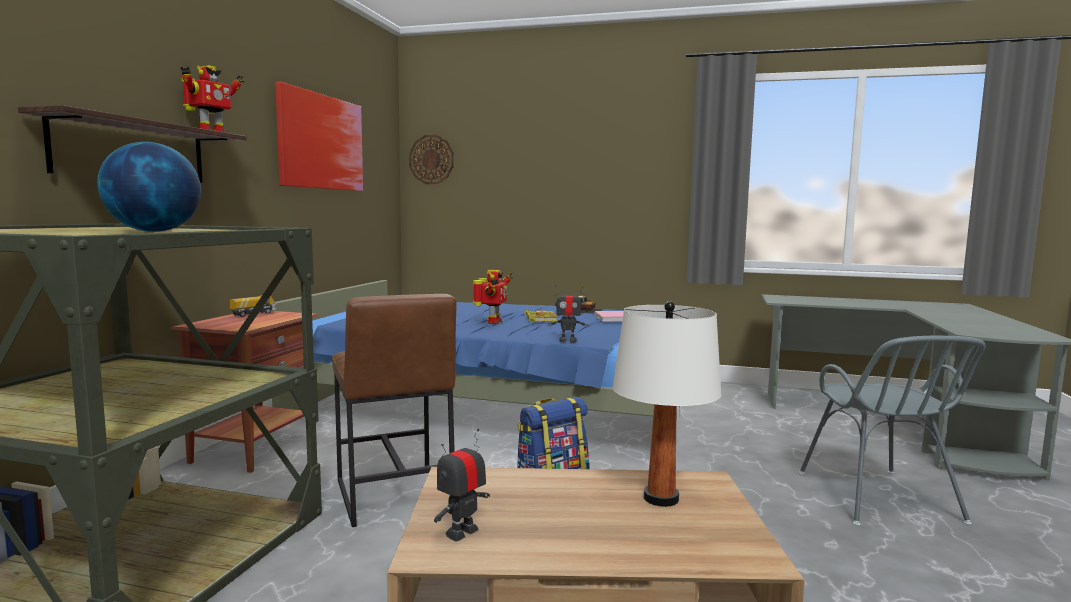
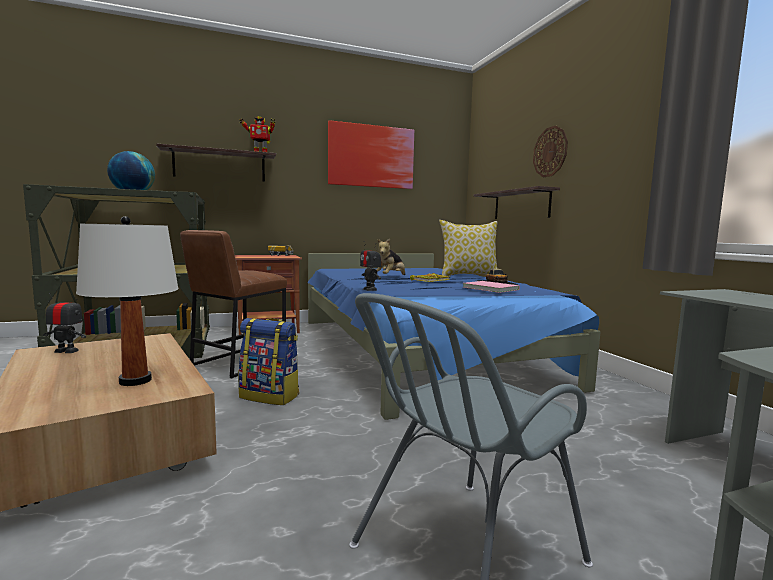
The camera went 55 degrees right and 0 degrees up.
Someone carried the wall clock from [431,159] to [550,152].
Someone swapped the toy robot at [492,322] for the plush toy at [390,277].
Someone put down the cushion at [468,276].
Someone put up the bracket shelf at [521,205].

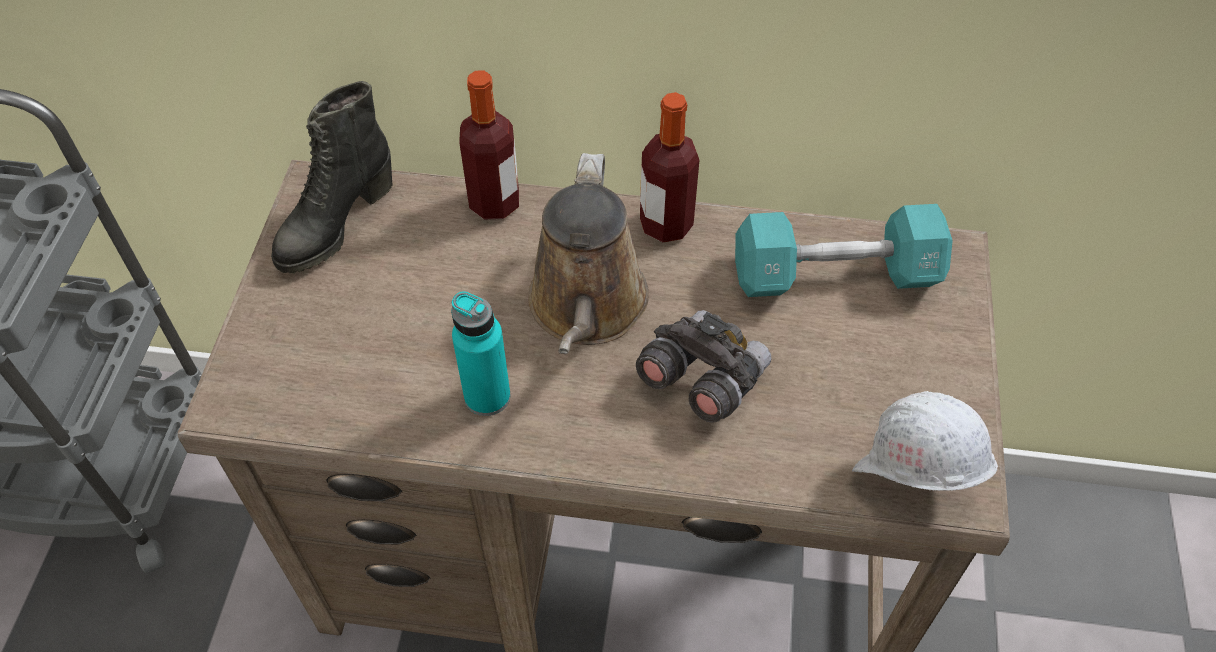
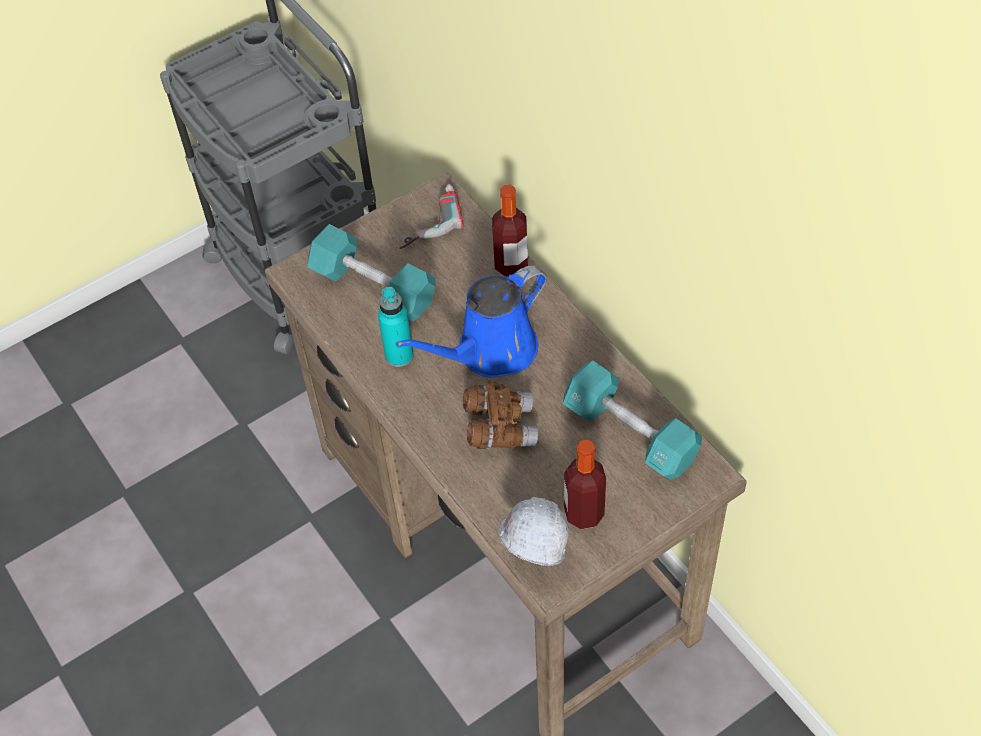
The camera went 50 degrees right and 0 degrees up.
Someone swapped the high-top boot (blackish) at [335,224] for the power drill at [428,220].
Someone repainted the watering can (brown-coloured) at [587,308], which became the watering can (blue) at [490,351].
Someone repainted the binoculars (grey) at [701,379], which became the binoculars (brown-coloured) at [499,427].
Someone carried the beverage bottle from [666,224] to [584,513].
Someone put down the dumbbell (turquoise-coloured) at [373,287].

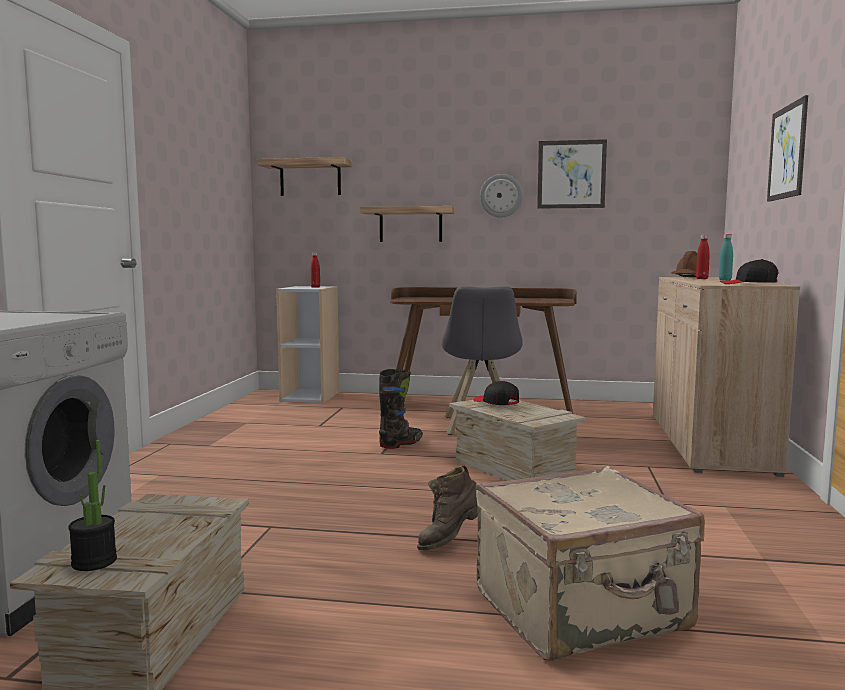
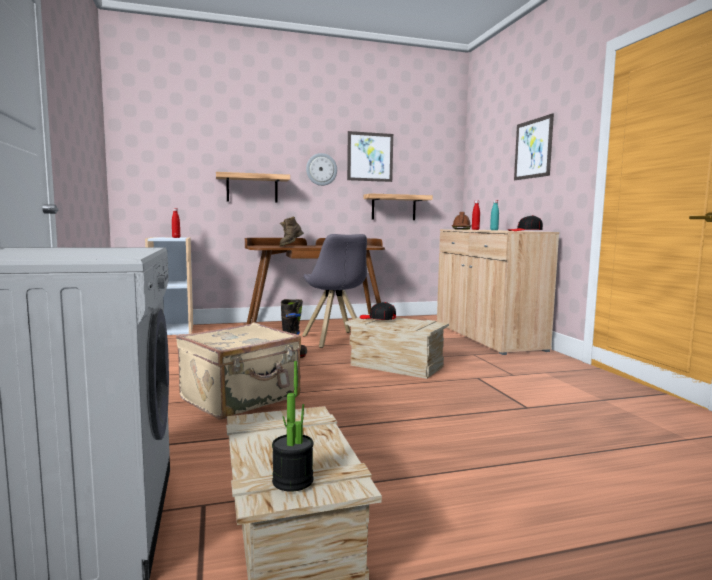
The camera went 25 degrees left and 0 degrees up.
Someone carried the bracket shelf from [310,178] to [393,207].
Someone carried the high-top boot (brown-coloured) from [451,541] to [290,246].
Someone carried the travel case (sand-coloured) from [583,612] to [242,398].

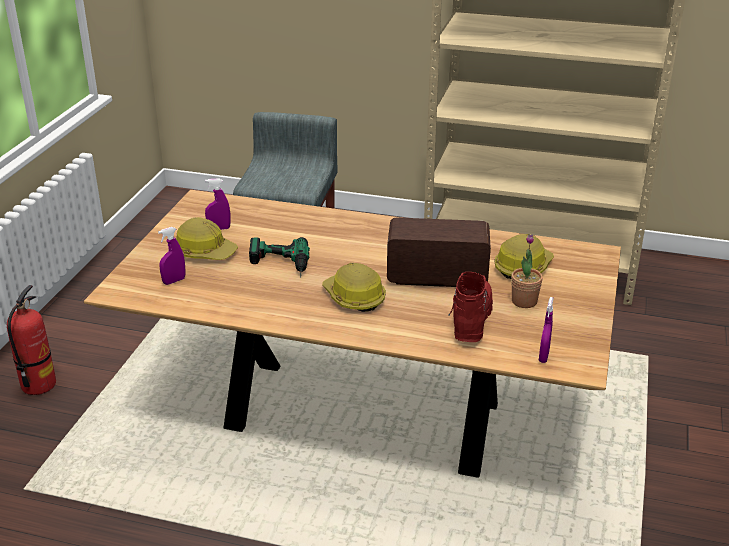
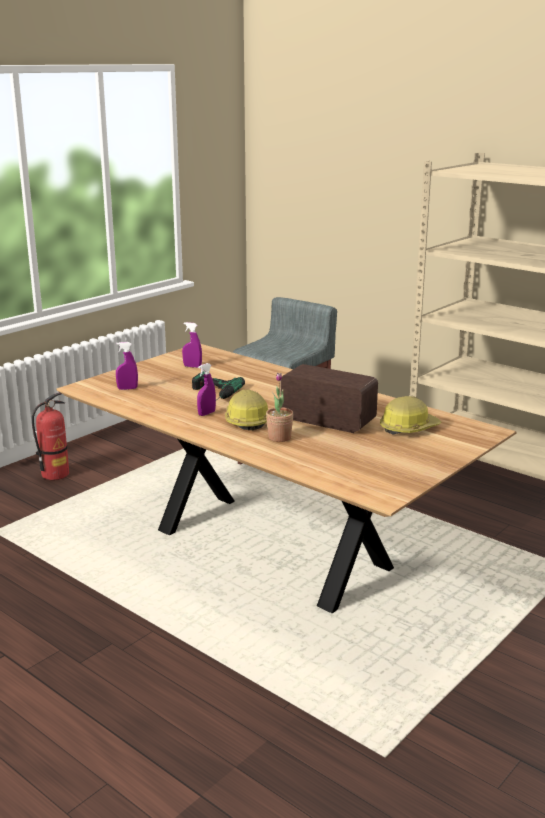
The camera went 25 degrees right and 10 degrees down.
Someone took away the work helmet at [204,252].
Someone took away the high-top boot (red) at [470,320].
Someone carried the plant in a pot from [524,301] to [279,437].
Someone carried the sprayer (purple) from [543,356] to [206,413].

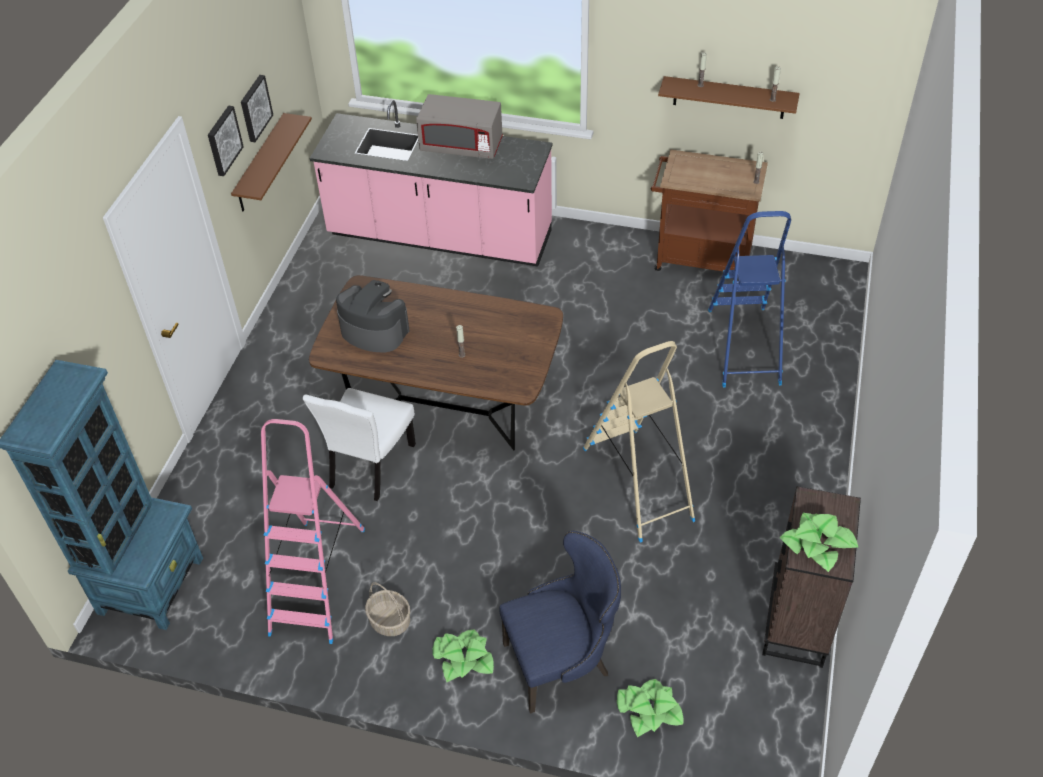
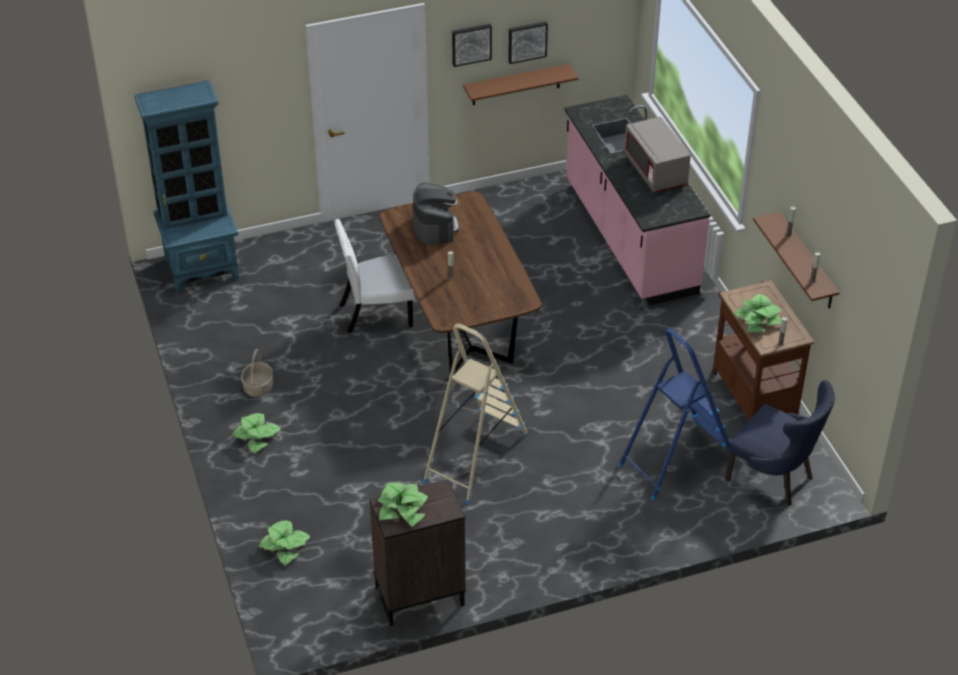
The camera went 55 degrees right and 5 degrees down.
Someone took away the stepladder (pink-coloured) at [318,581].
Someone carried the upright chair (blue) from [561,662] to [774,478].
Someone put down the plant in a pot at [758,320].

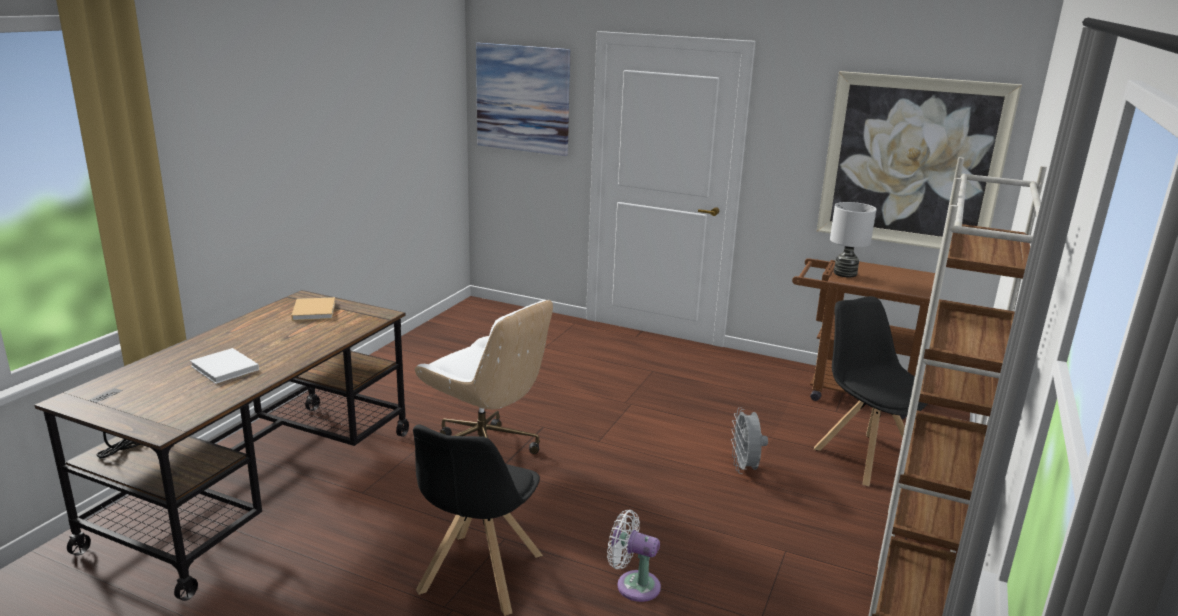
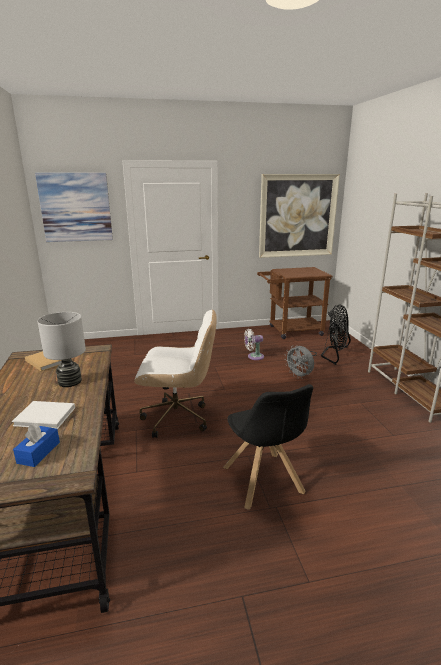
The camera went 35 degrees left and 0 degrees up.
Someone carried the fan (white-coloured) from [633,585] to [254,357].
Someone swapped the upright chair (blackish) at [863,456] for the fan (blackish) at [330,354].
Someone carried the lamp for a table (grey) from [845,274] to [69,382].
Someone put down the box of tissues (blue) at [39,452].

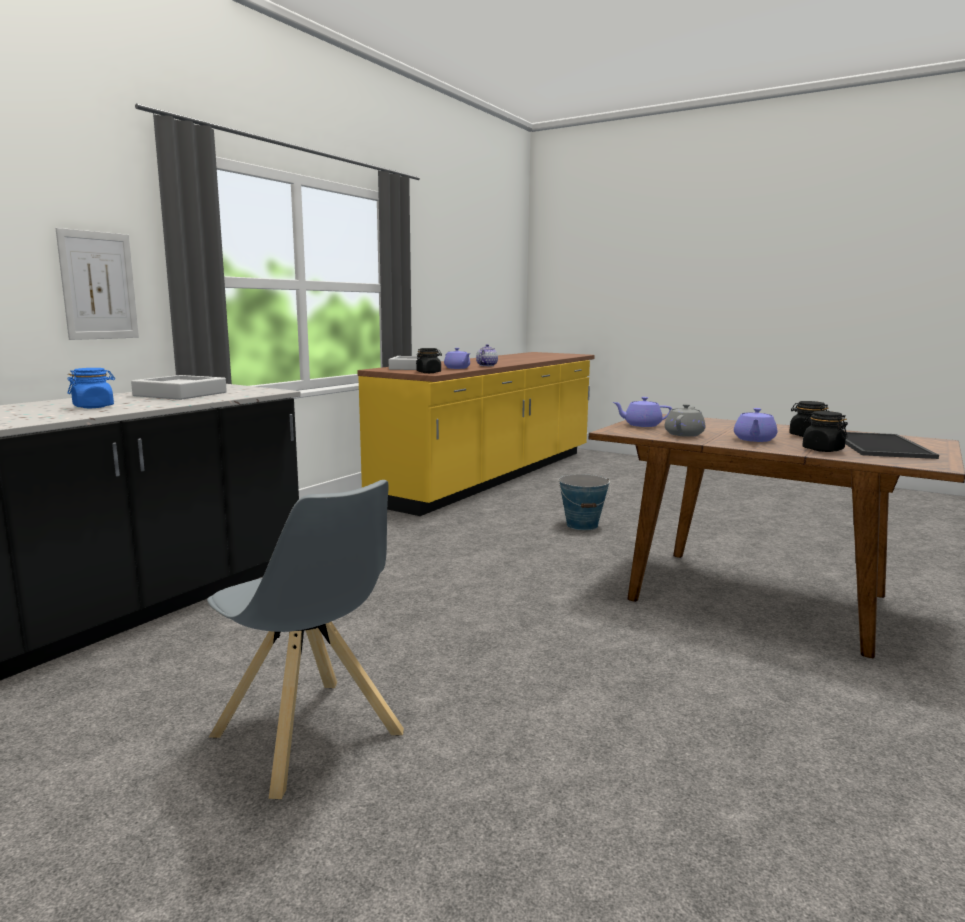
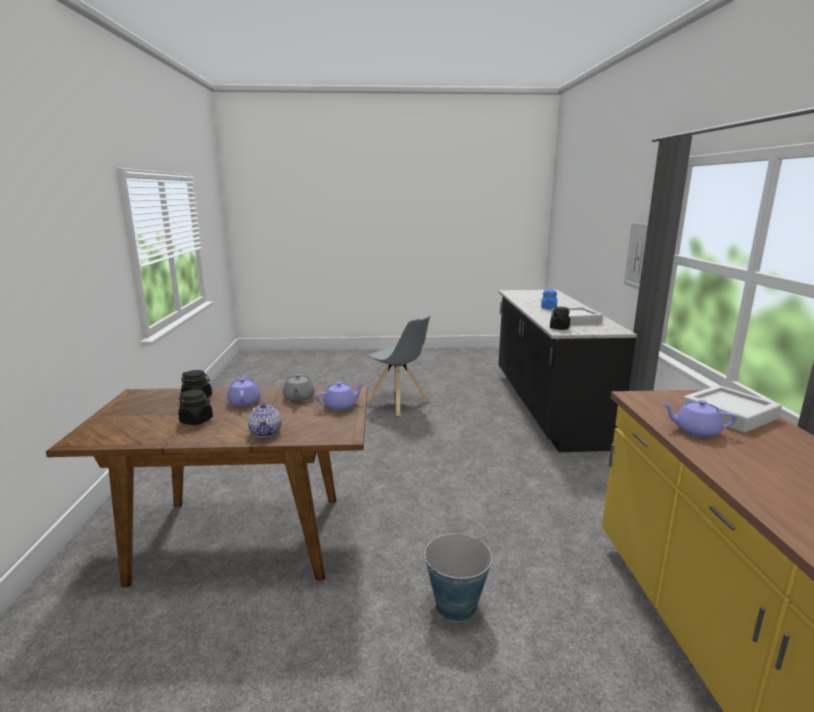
The camera went 145 degrees right and 5 degrees up.
Someone rotated the upright chair (grey) at [310,737] by 150 degrees counterclockwise.
Someone carried the jar (blackish) from [429,372] to [559,328].
Someone carried the teapot from [486,365] to [266,432].
Someone took away the carrying tray at [882,446].

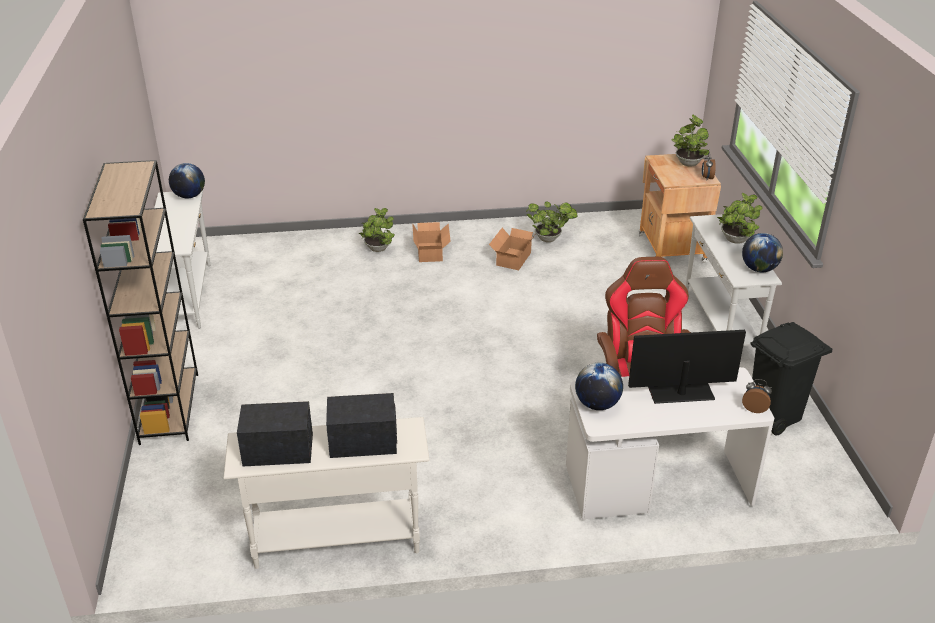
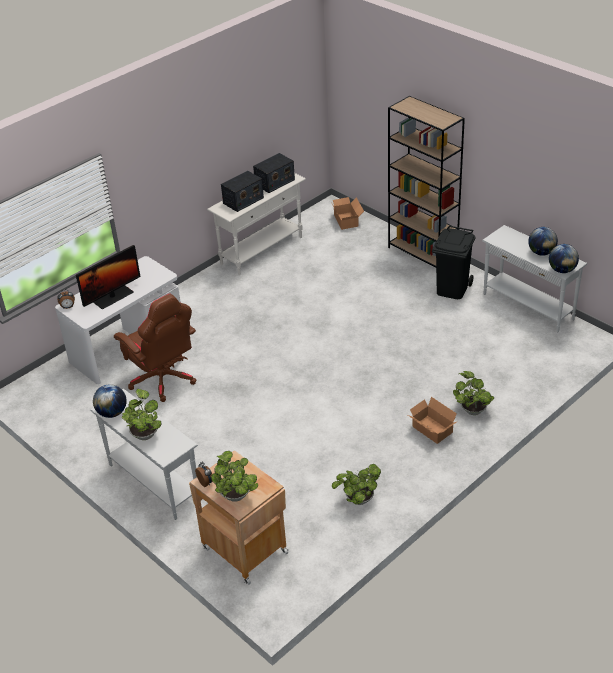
The camera went 145 degrees right and 5 degrees up.
Someone carried the carton from [511,259] to [347,220].
Someone carried the globe from [597,404] to [541,252].
Someone carried the trash can (blackish) from [775,414] to [451,289].

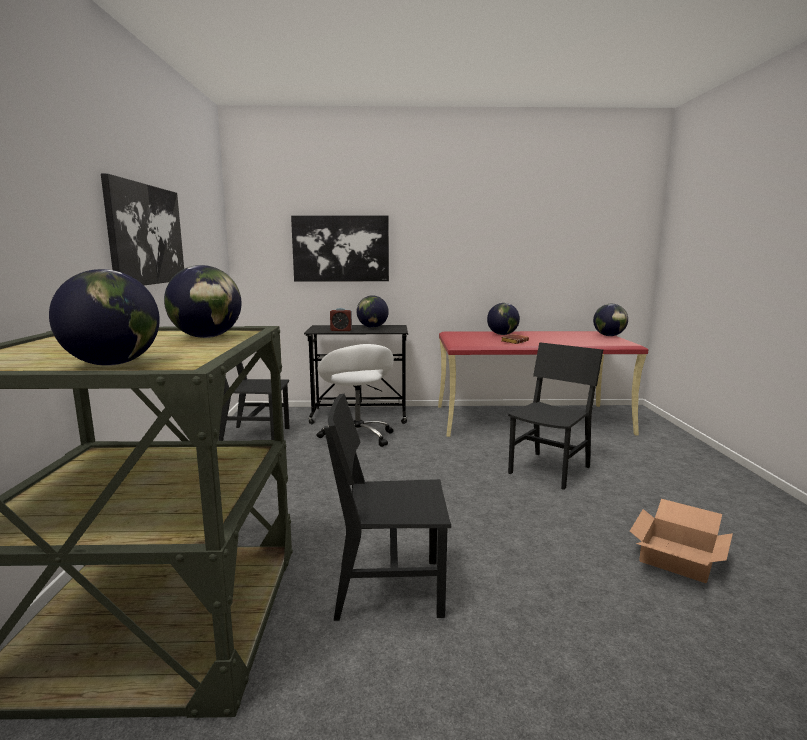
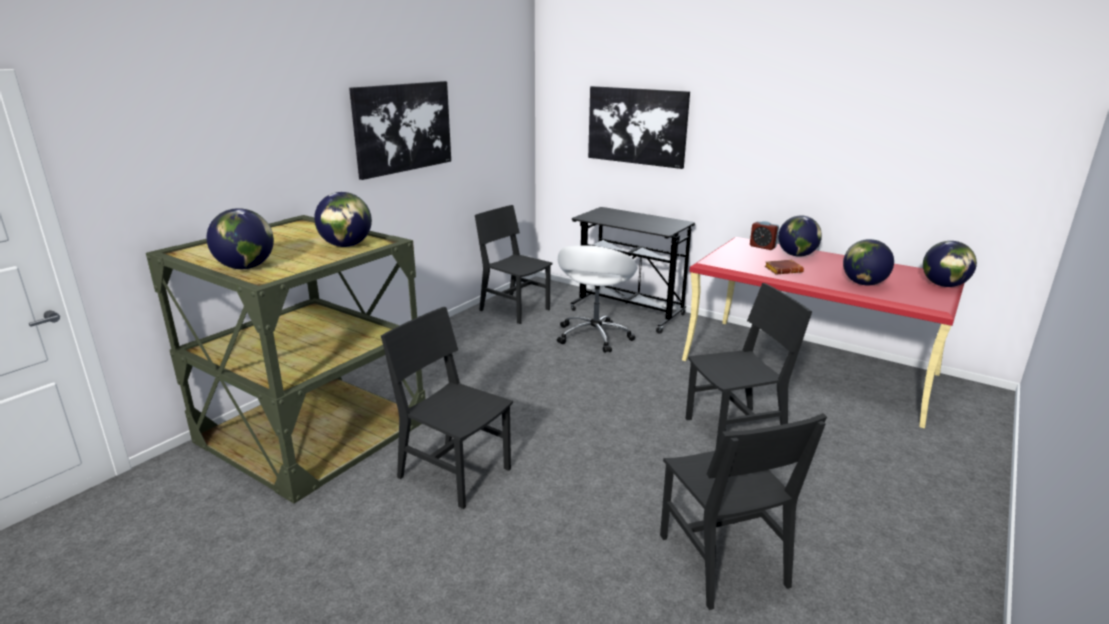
The camera went 35 degrees right and 10 degrees up.
Someone carried the bedside clock from [341,330] to [762,247].
Someone carried the globe from [372,327] to [863,283].
Someone swapped the carton at [678,558] for the upright chair (blackish) at [722,560].

